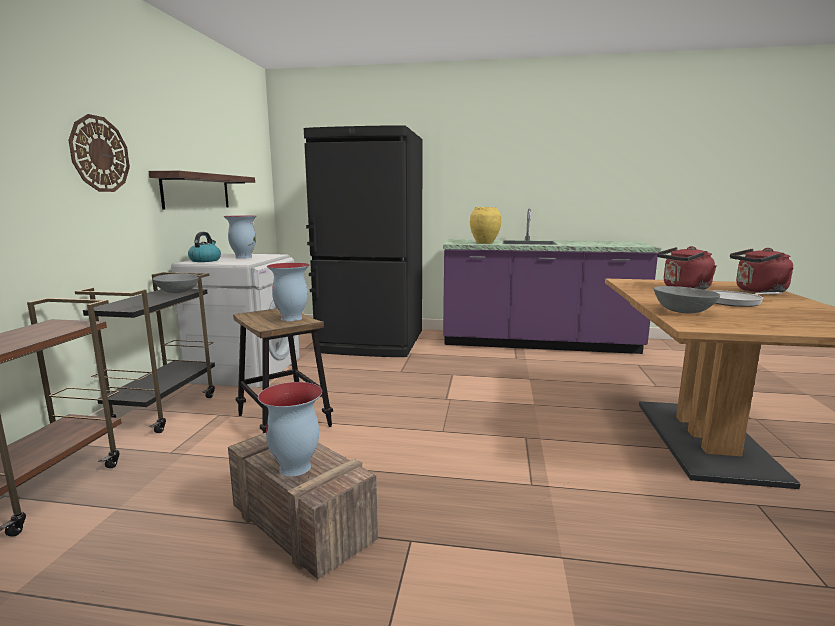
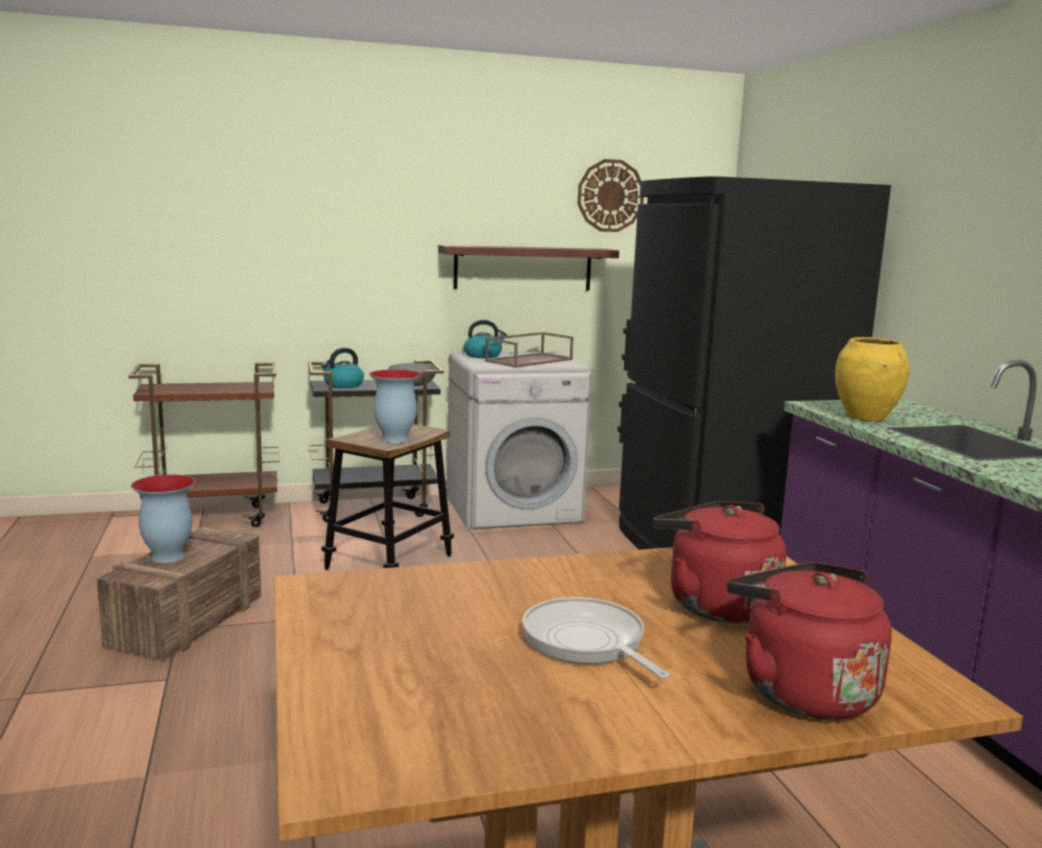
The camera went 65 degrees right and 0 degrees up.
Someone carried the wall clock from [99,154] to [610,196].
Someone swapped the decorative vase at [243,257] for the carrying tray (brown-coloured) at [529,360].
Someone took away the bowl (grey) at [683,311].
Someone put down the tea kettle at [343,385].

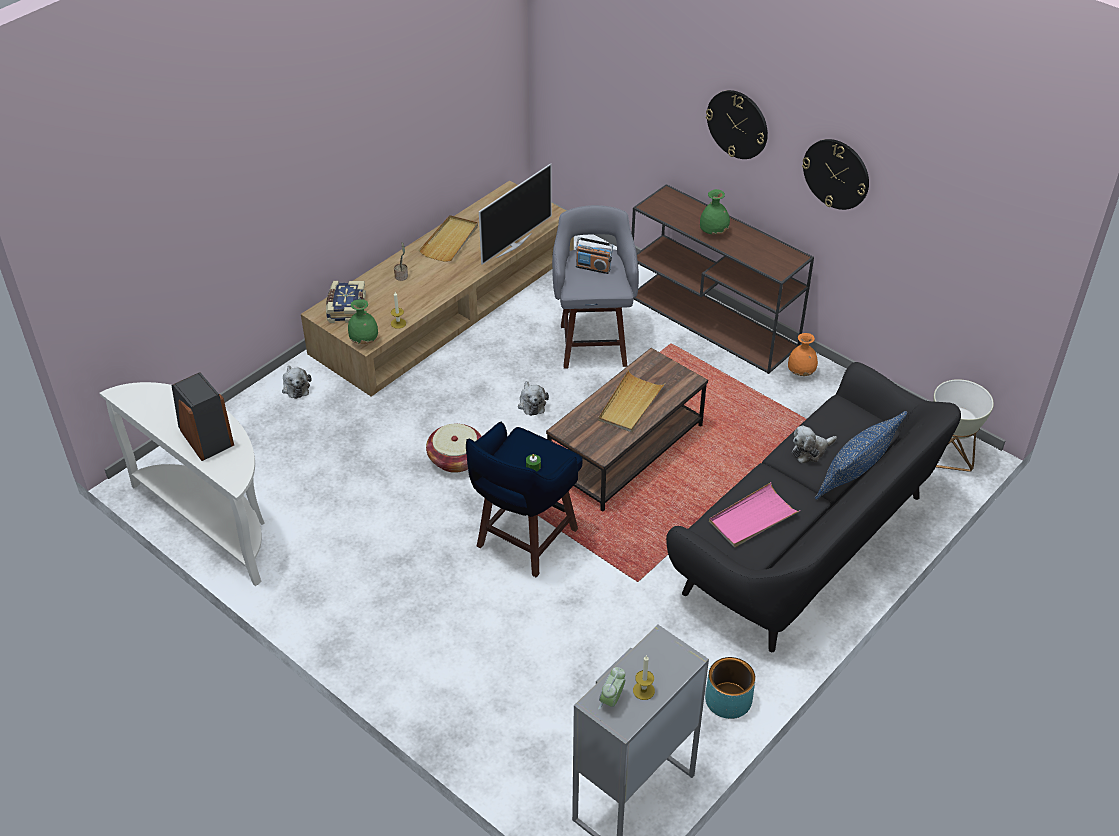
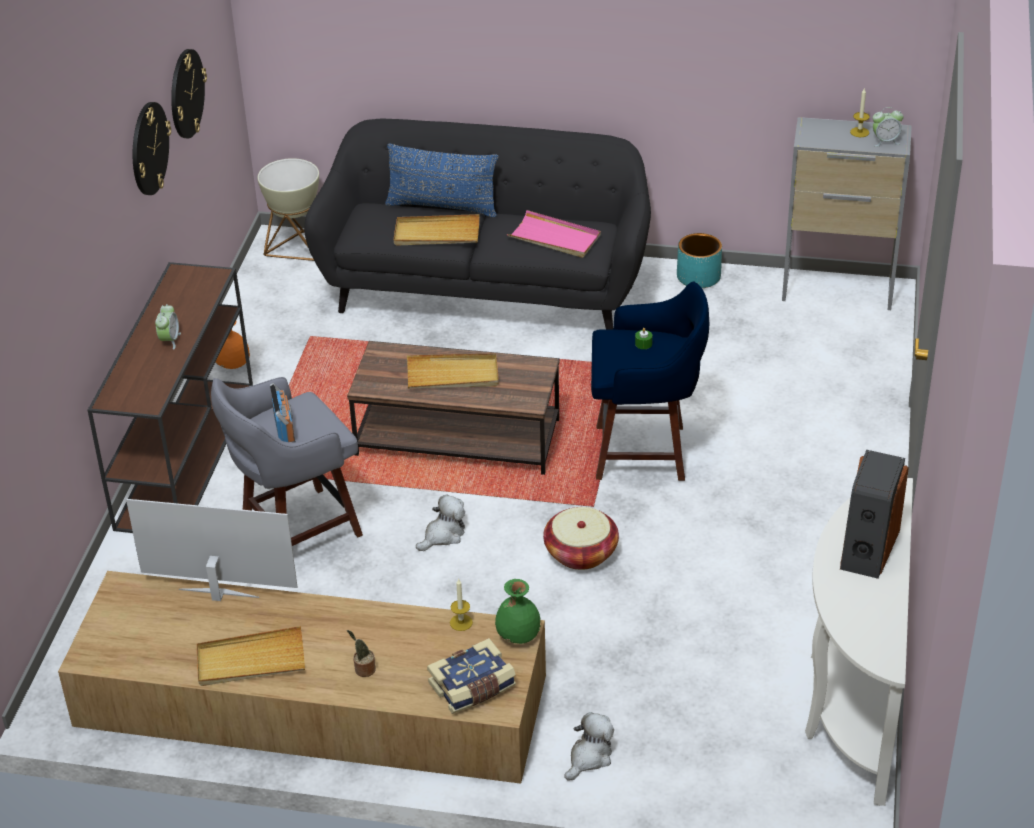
The camera went 120 degrees left and 5 degrees down.
Someone swapped the decorative vase (green-coloured) at [713,232] for the bedside clock at [169,340].
Someone carried the wall clock from [737,124] to [186,93].
Someone swapped the plush toy at [810,451] for the carrying tray (sand-coloured) at [436,234].

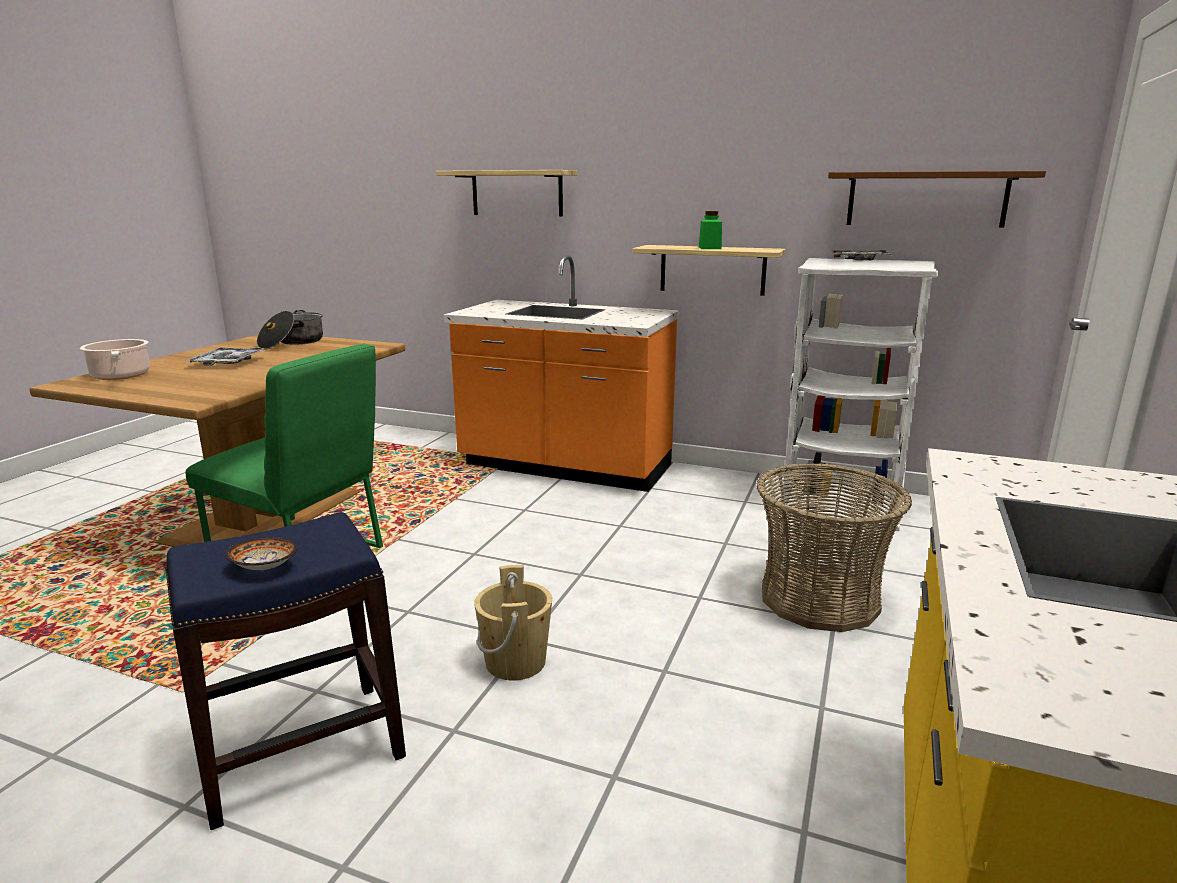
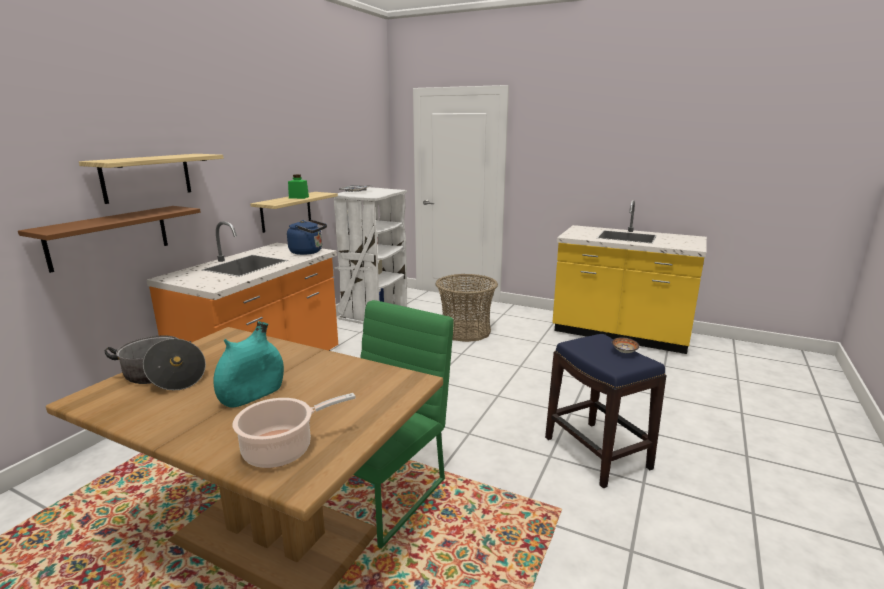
The camera went 85 degrees left and 0 degrees up.
Someone swapped the carrying tray at [228,362] for the decorative vase (turquoise-coloured) at [252,395].
Someone took away the water bucket (sand-coloured) at [515,662].
Someone carried the bracket shelf (brown-coloured) from [926,199] to [109,237].
Someone put down the tea kettle (blue) at [308,252].

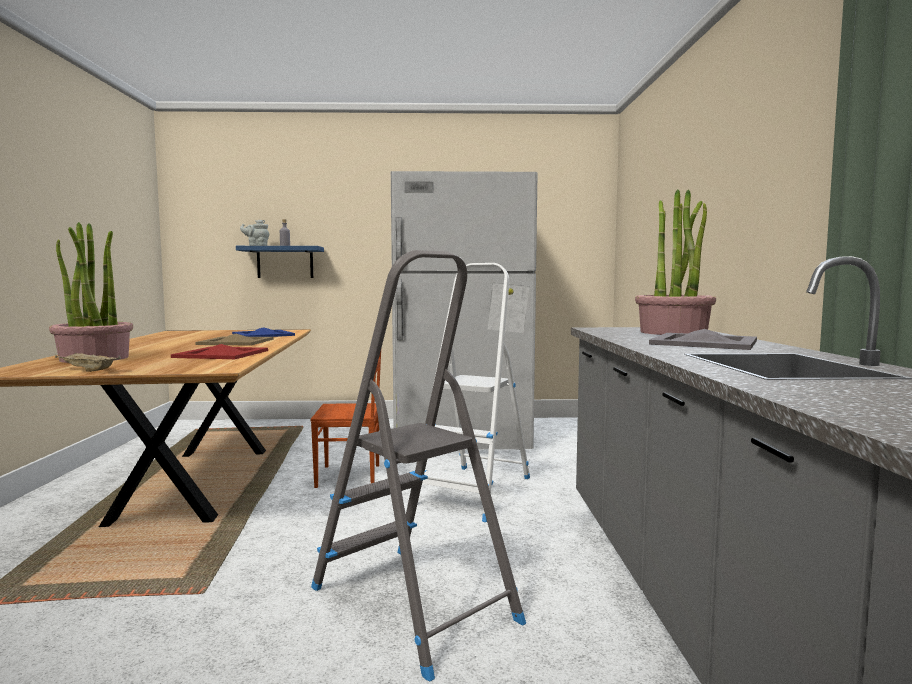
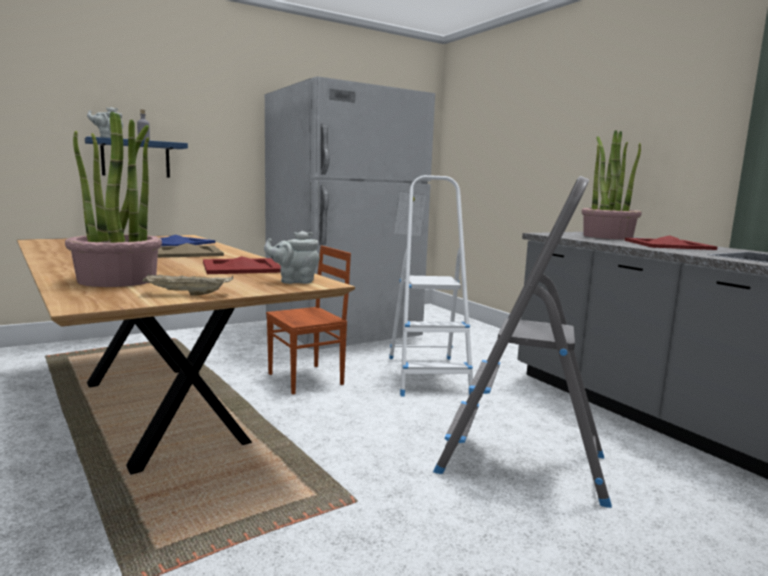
The camera went 30 degrees left and 5 degrees up.
Someone repainted the carrying tray (grey) at [703,342], which became the carrying tray (red) at [667,245].
Someone put down the teapot (grey) at [294,281].

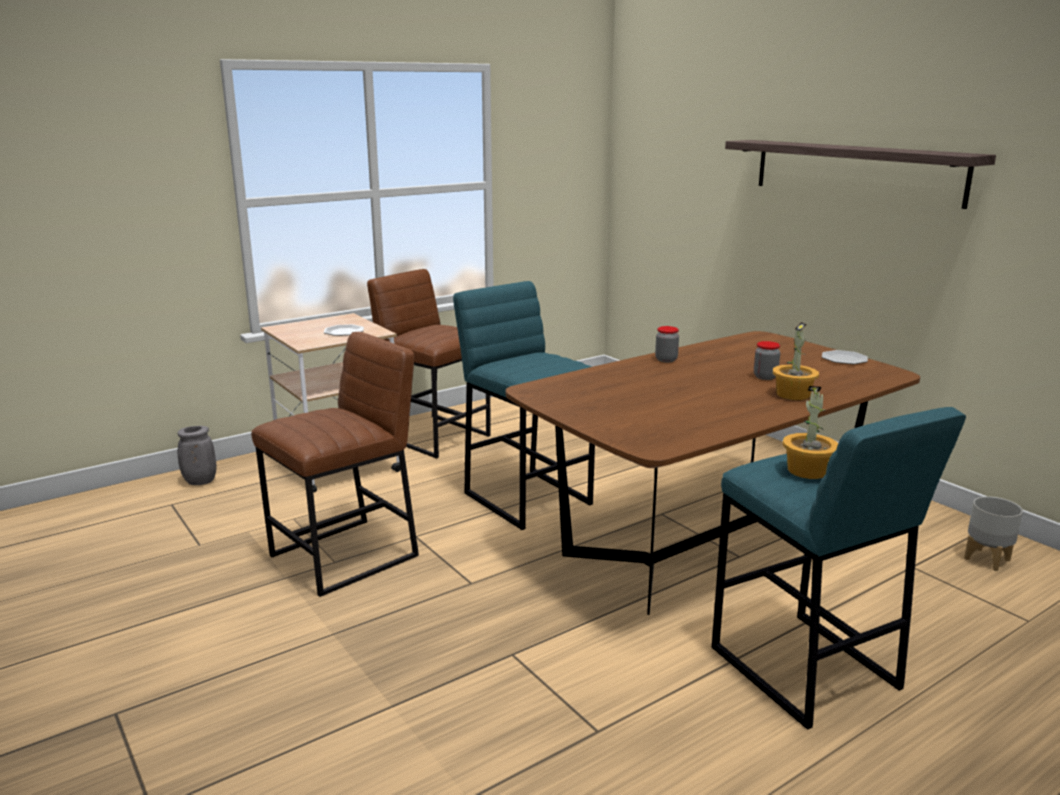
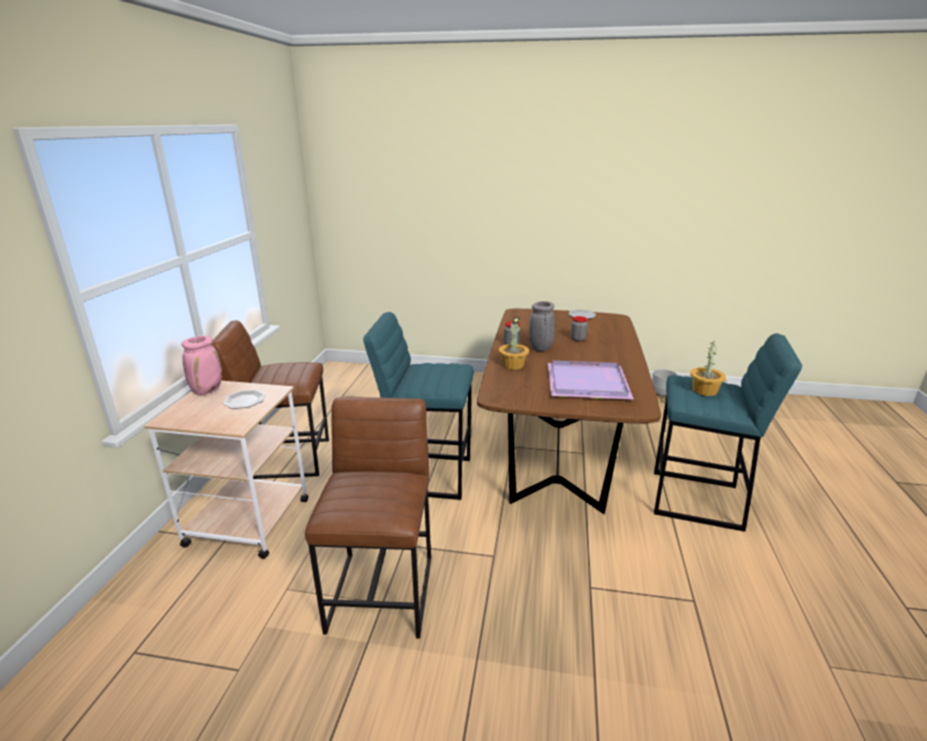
The camera went 45 degrees left and 5 degrees up.
Someone carried the decorative vase (grey) from [199,482] to [540,349].
Someone took away the bracket shelf at [855,171].
Someone carried the plant in a pot from [793,394] to [513,365].
Someone put down the decorative vase (pink-coloured) at [207,390].
Someone put down the carrying tray (purple) at [588,382].

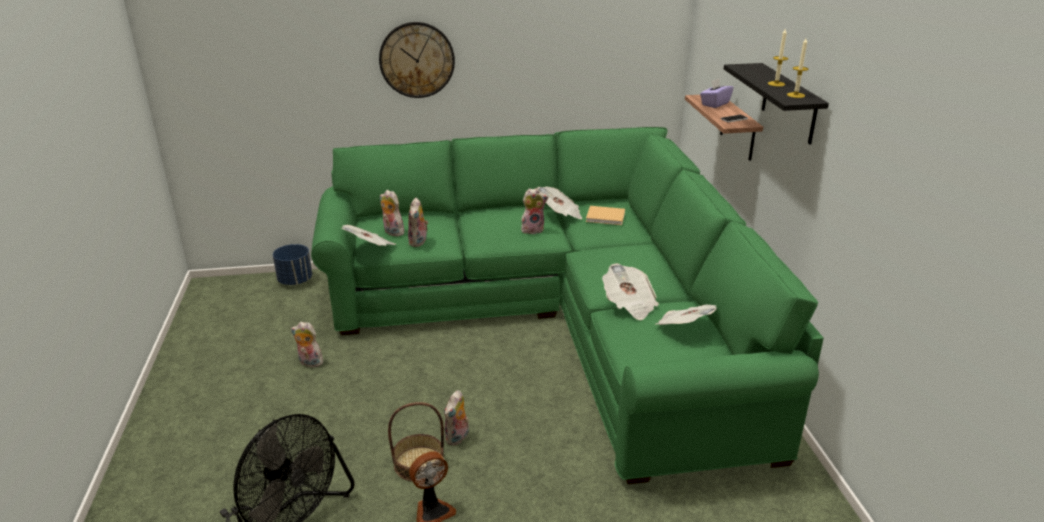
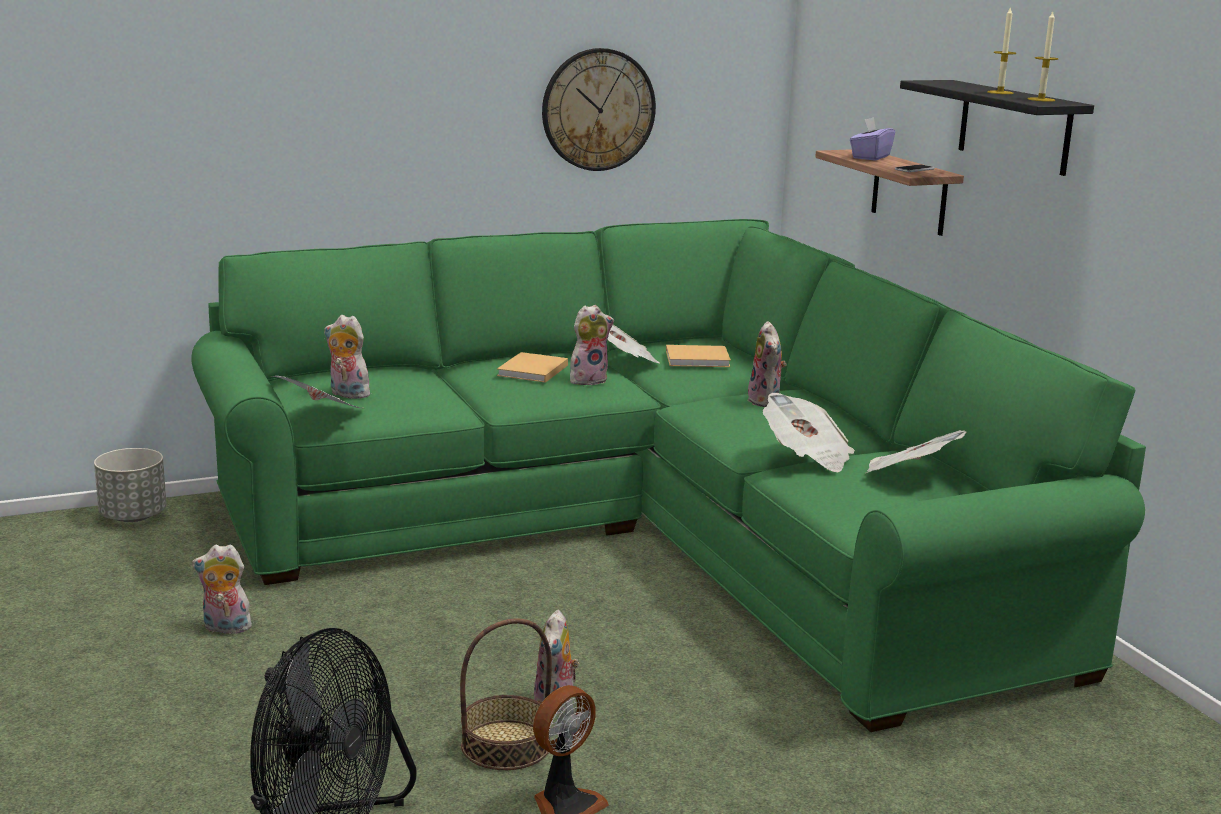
The camera went 15 degrees left and 10 degrees down.
Someone repainted the planter (blue) at [295,280], which became the planter (grey) at [133,516].
Someone carried the wall clock from [417,60] to [598,109].
Someone carried the plush toy from [419,242] to [766,401].
Someone put down the bound book (sand-coloured) at [532,371].

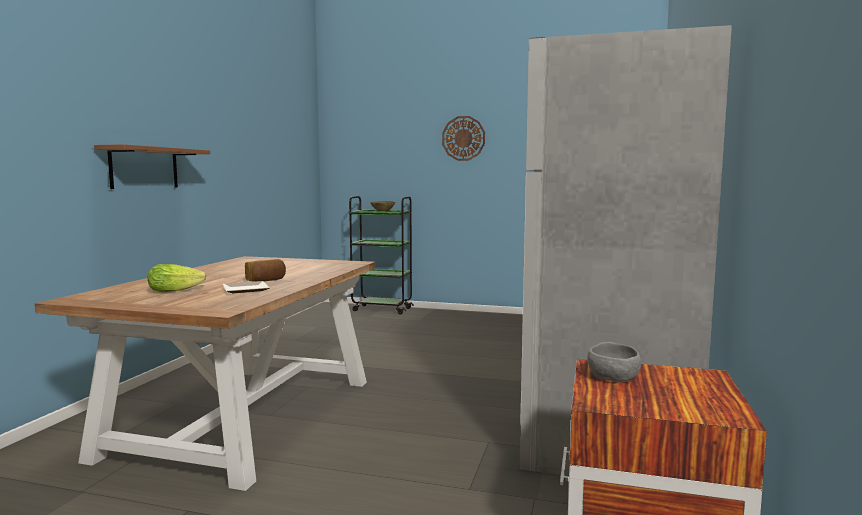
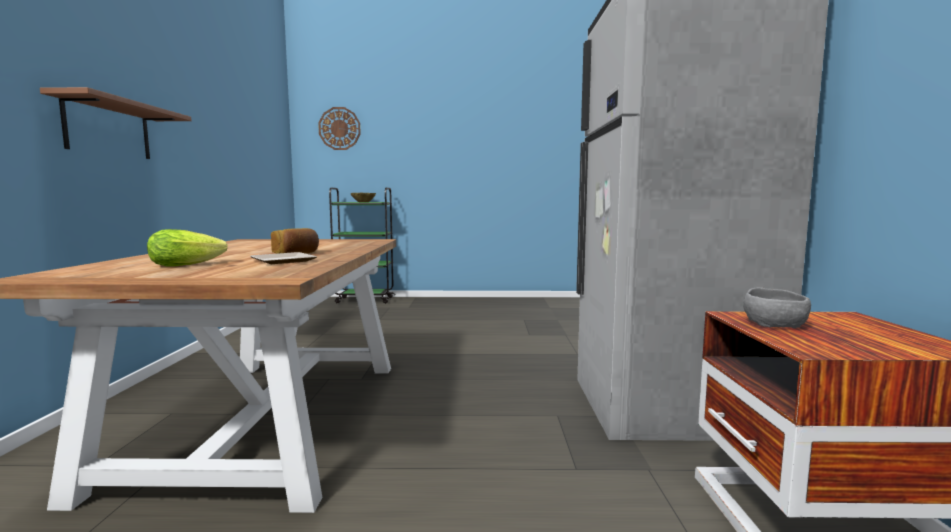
The camera went 15 degrees left and 0 degrees up.
Someone carried the wall clock from [463,138] to [339,128].

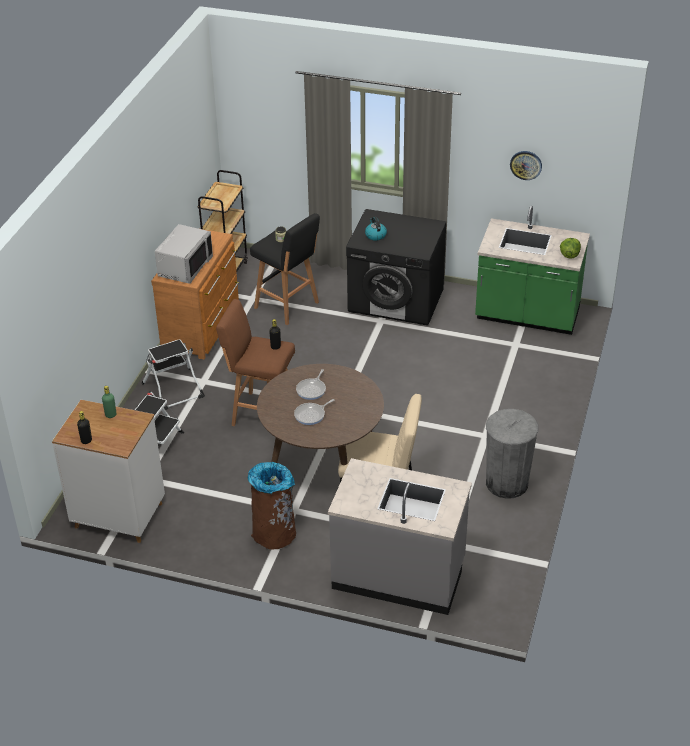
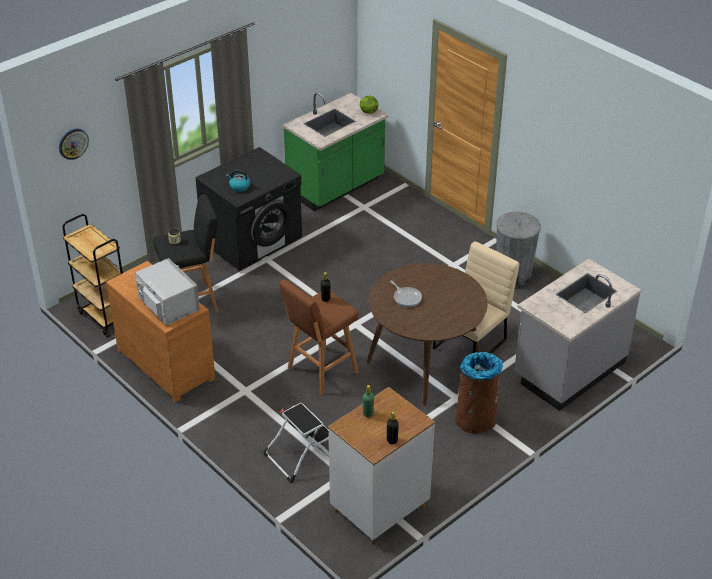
The camera went 60 degrees left and 0 degrees up.
Someone took away the stepladder at [173,388].
Someone took away the pan at [311,415].
Someone carried the wall clock from [526,165] to [73,143].

